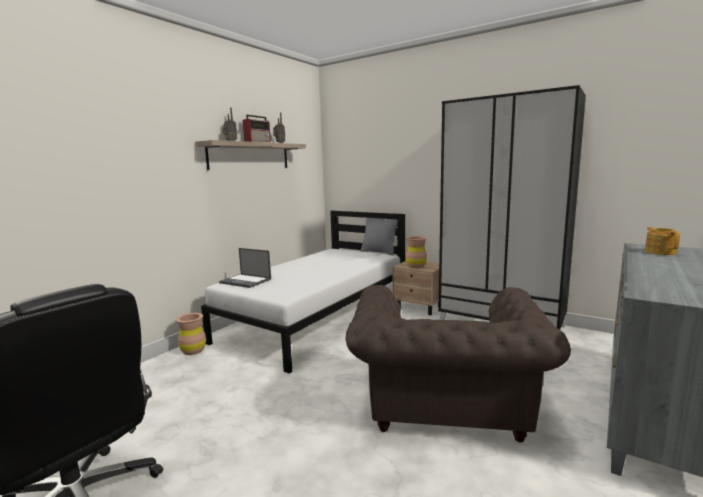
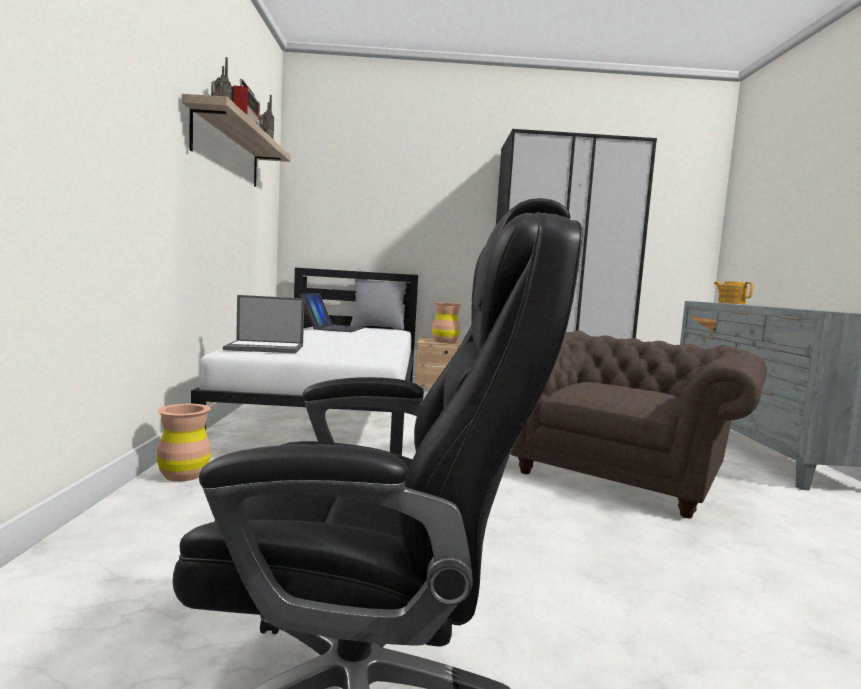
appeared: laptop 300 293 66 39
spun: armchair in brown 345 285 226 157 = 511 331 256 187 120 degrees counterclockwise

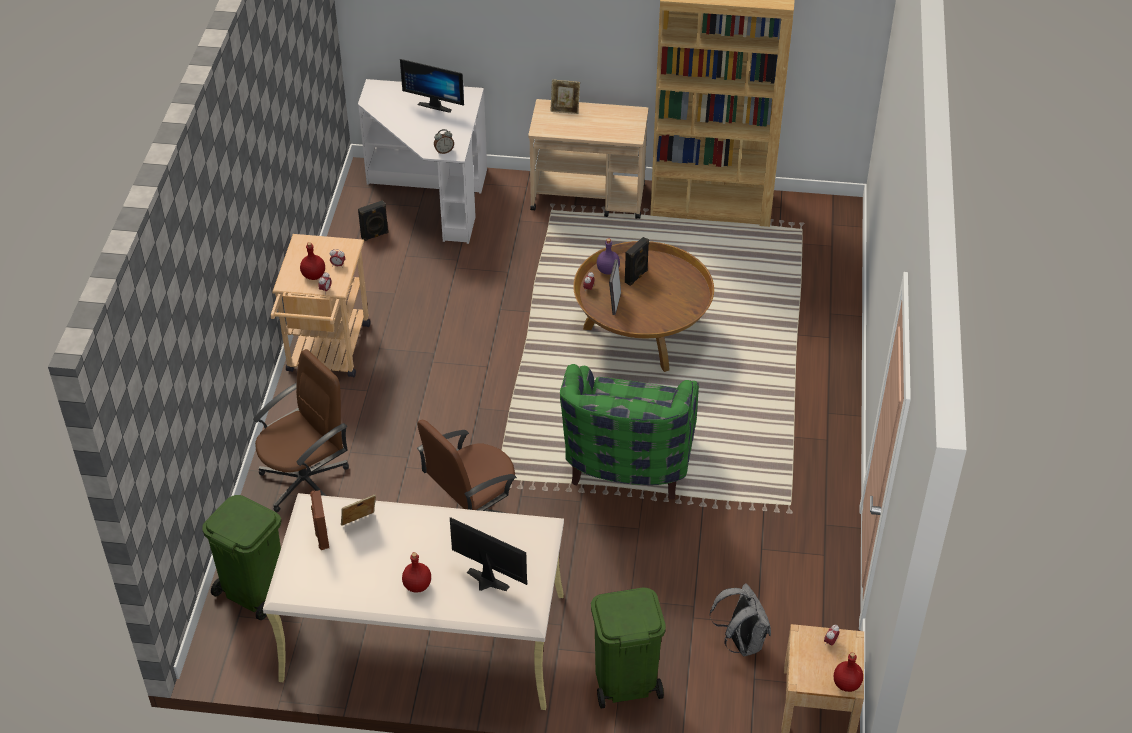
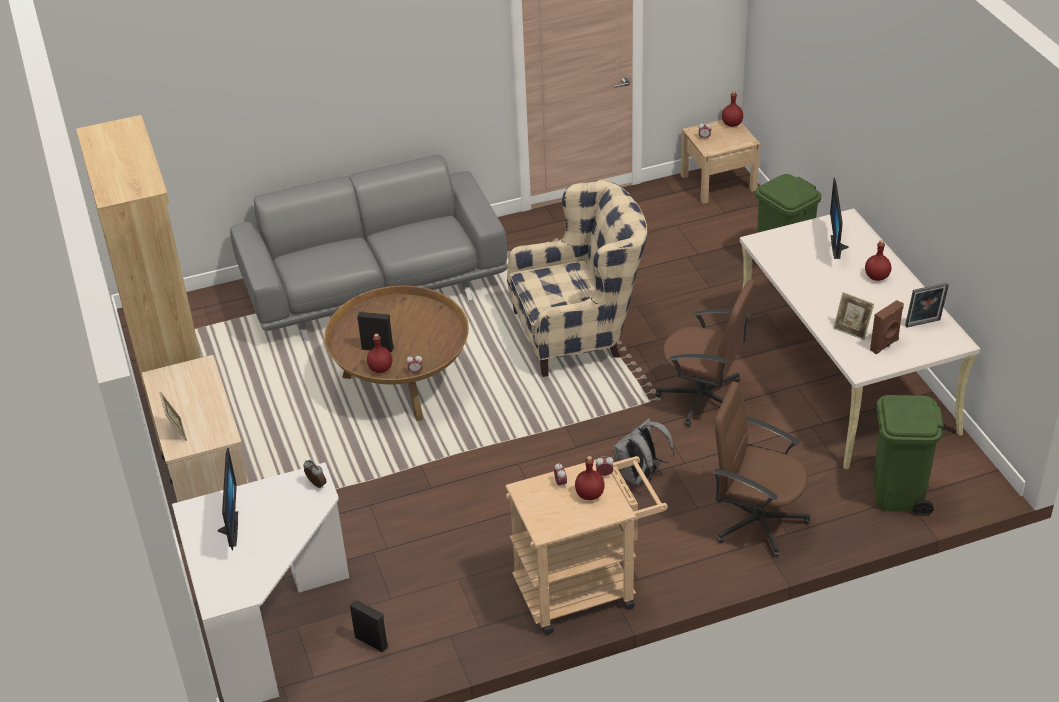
appeared: sofa in grey 230 154 278 188
relocated: picture frame 609 259 12 56 to 905 283 44 45; backpack in grey 710 583 61 73 to 613 418 62 68
colour: bottle in purple 597 239 23 36 to bottle in red 367 334 25 39; armchair in green 560 364 139 135 to armchair in beige 507 180 140 197

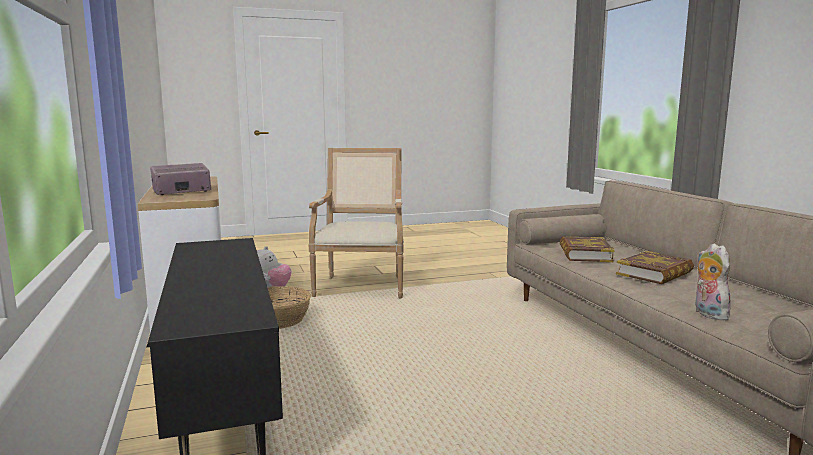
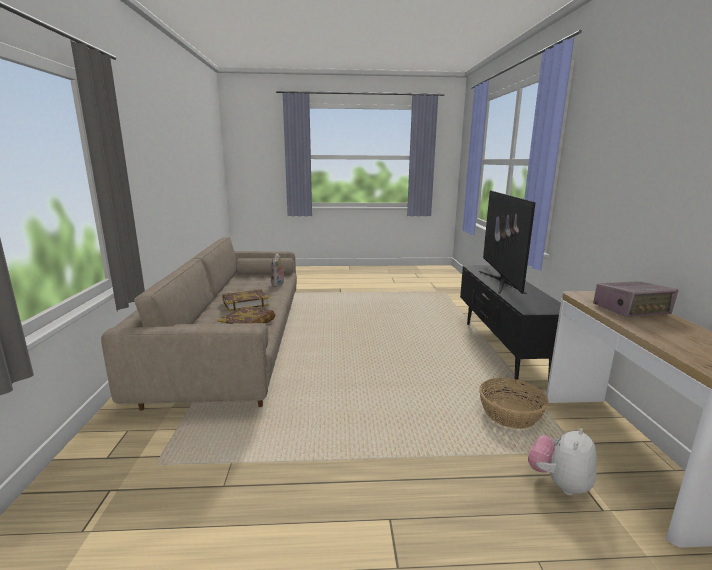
missing: armchair 309 148 95 150
appeared: television 479 190 57 104

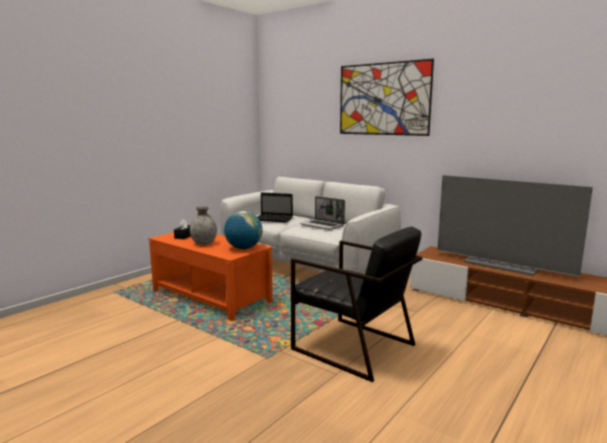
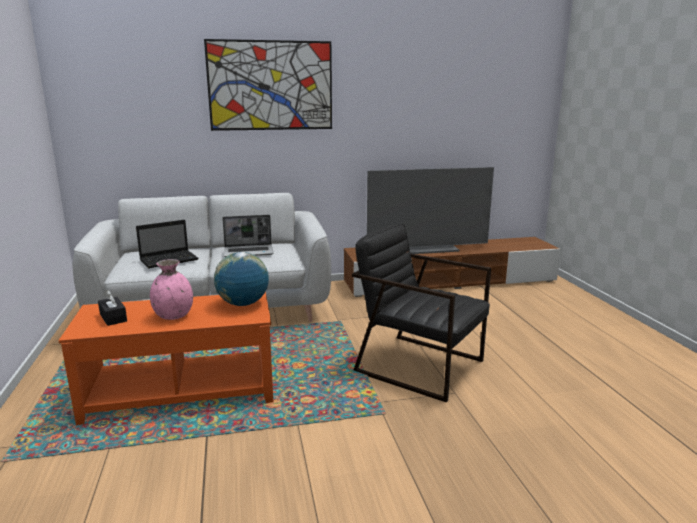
colour: vase in grey 190 206 27 39 to vase in pink 150 259 43 61
spun: armchair in black 291 226 131 156 = 352 224 139 178 135 degrees counterclockwise

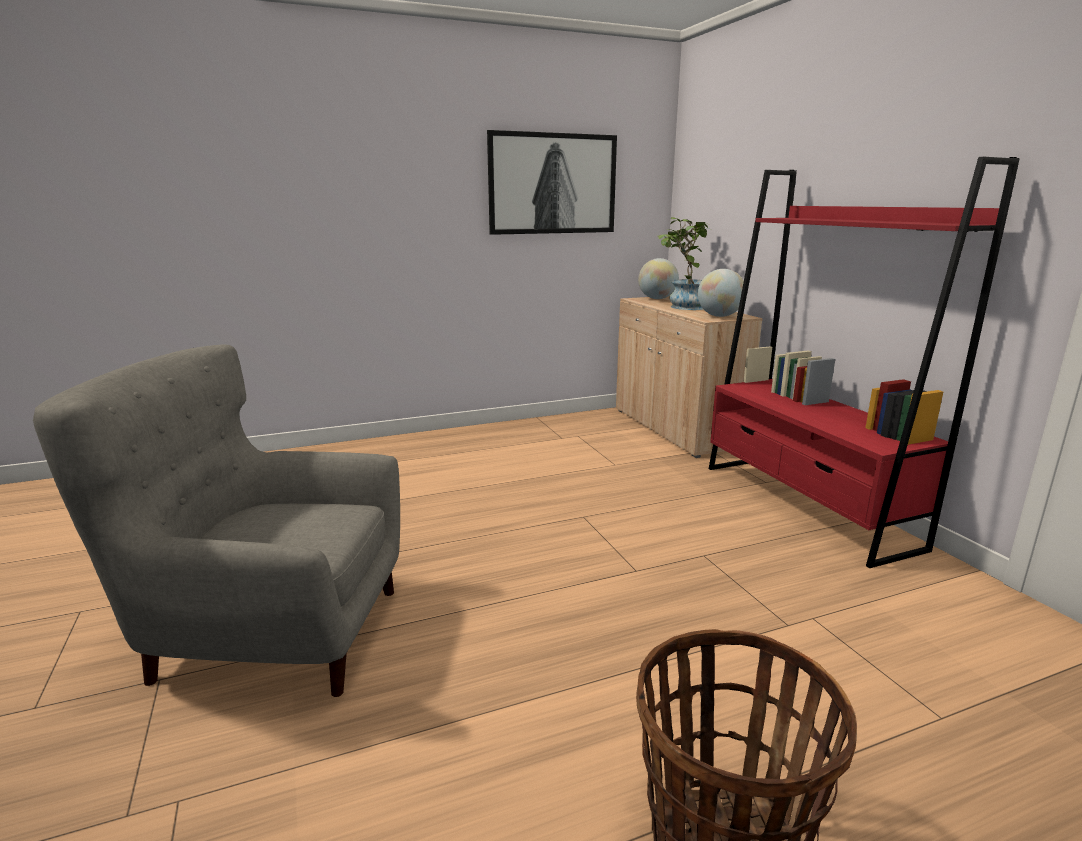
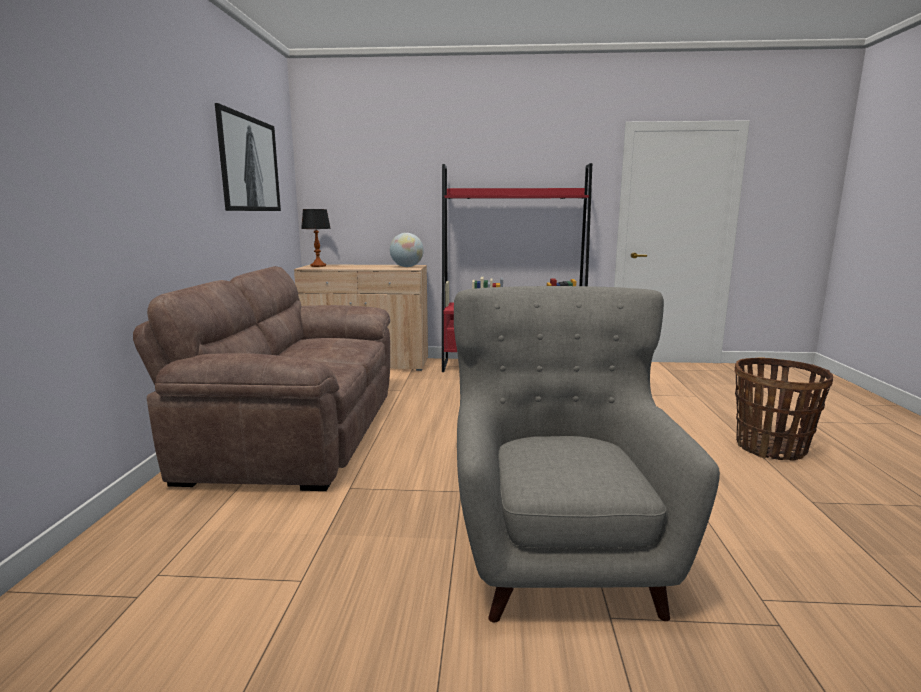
missing: potted plant 658 217 50 93
appeared: sofa in brown 133 266 257 225
exchanged: globe 638 258 41 41 to table lamp 301 209 30 58
spun: armchair in grey 33 345 367 352 = 454 286 266 336 150 degrees clockwise

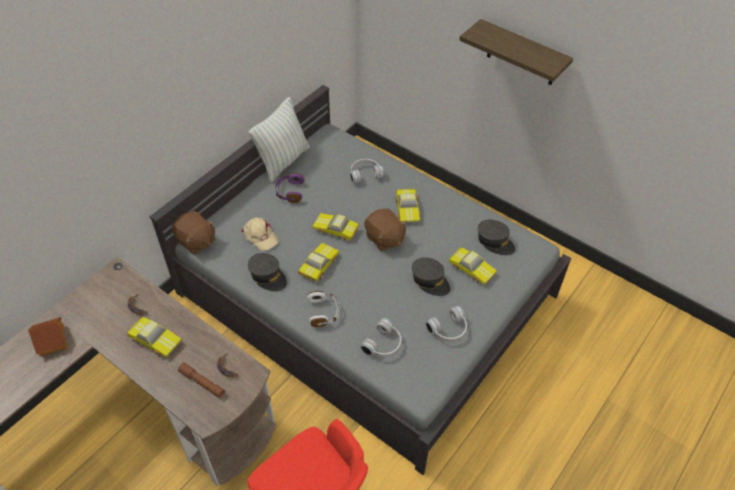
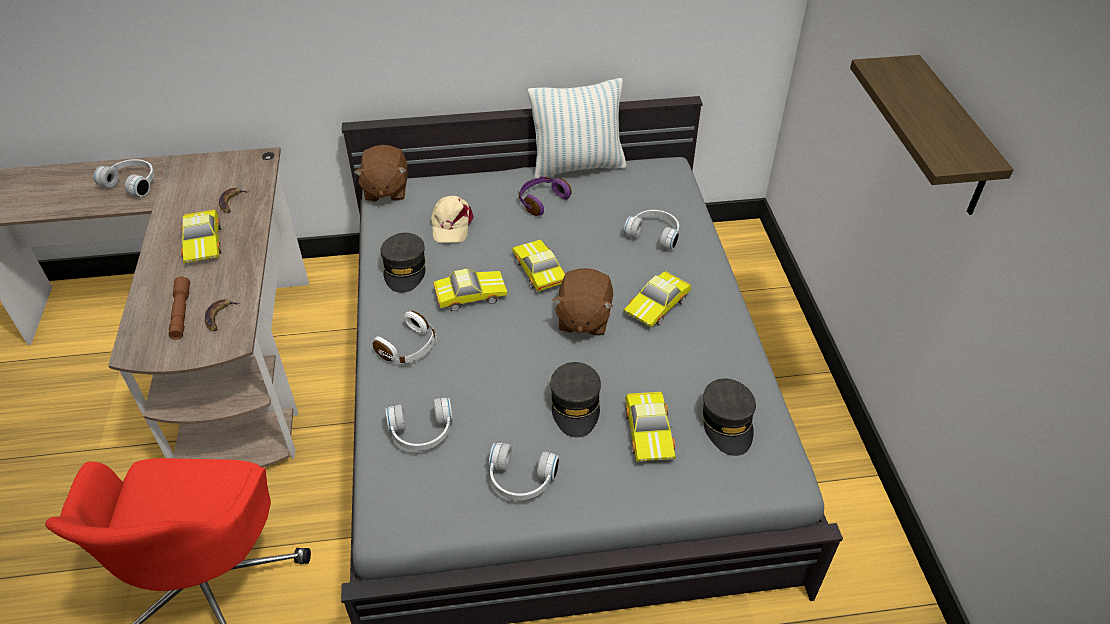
exchanged: toy house 28 317 39 39 to headphones in white 94 159 61 38

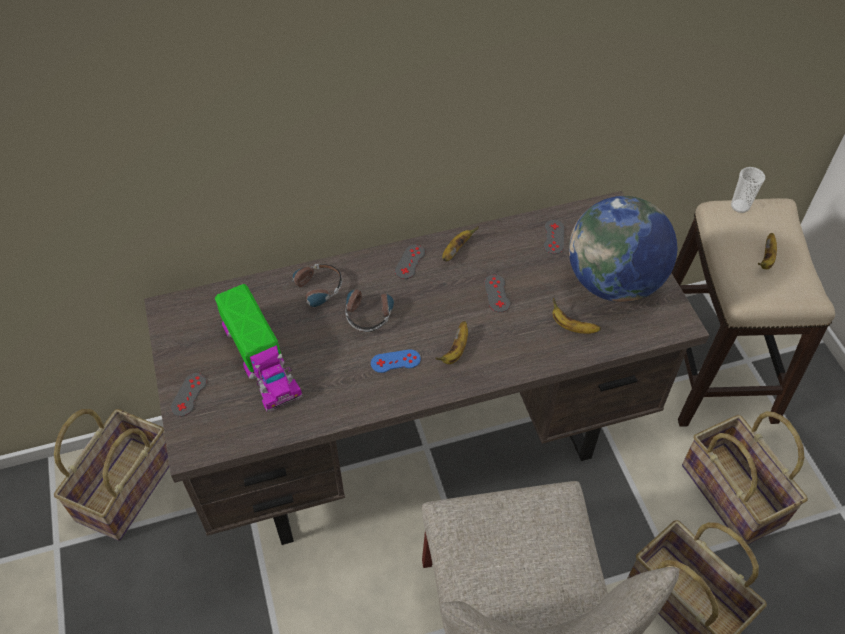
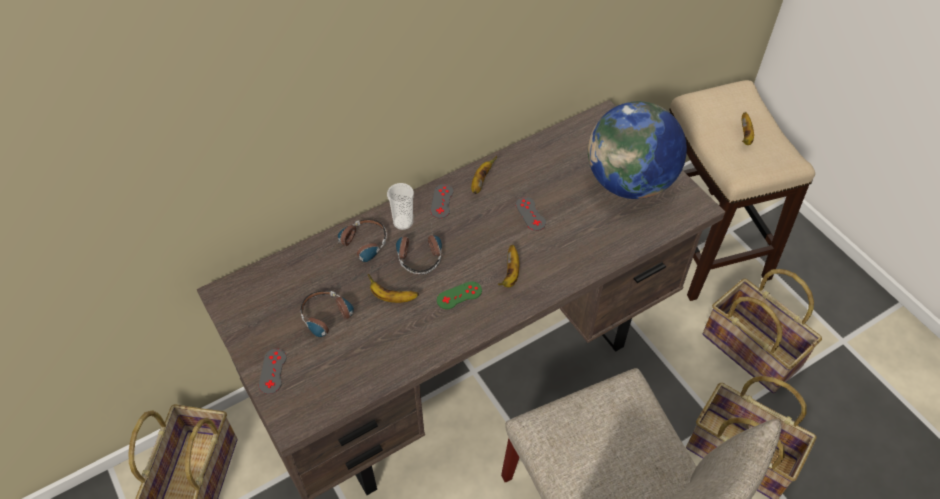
missing: game controller in grey 544 220 21 34
relocated: cup 731 167 34 46 to 387 183 27 47; banana 552 298 49 36 to 368 274 51 29
exchanged: toy truck 215 284 87 128 to headphones 301 291 53 50
colour: game controller in blue 371 349 50 24 to game controller in green 437 281 45 28

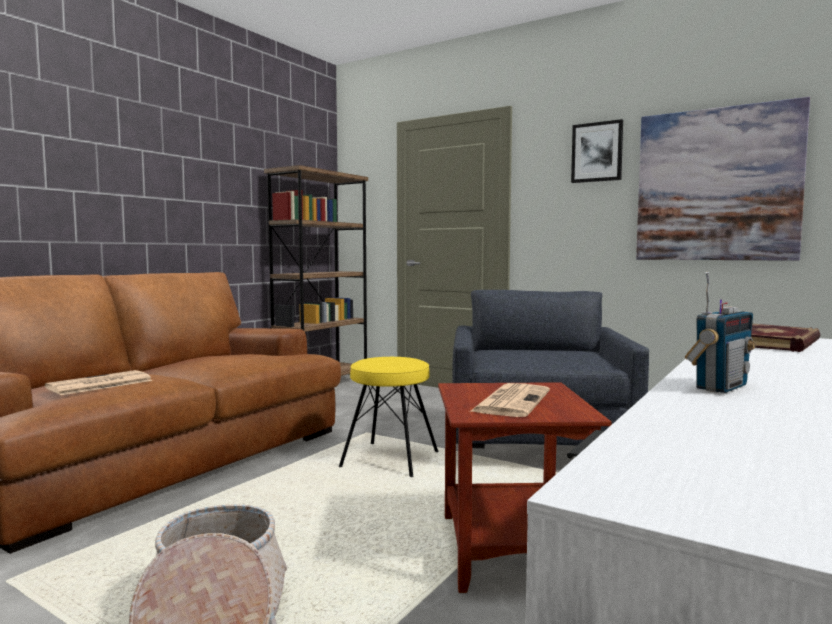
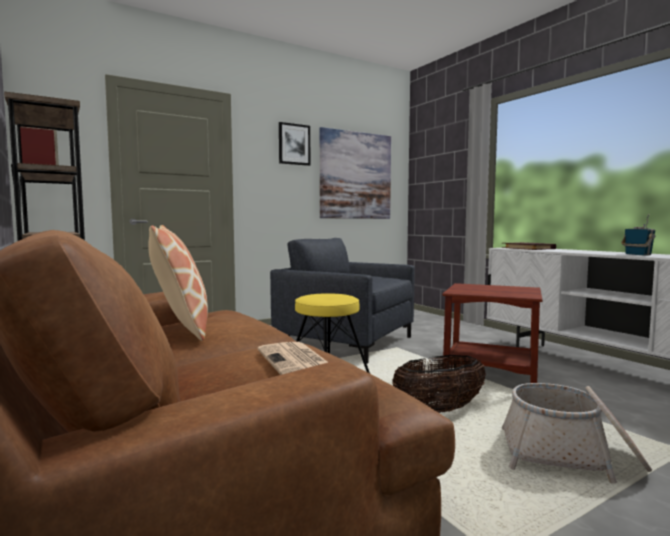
missing: newspaper 470 383 80 34
appeared: pillow 148 225 60 116; basket 392 355 94 58

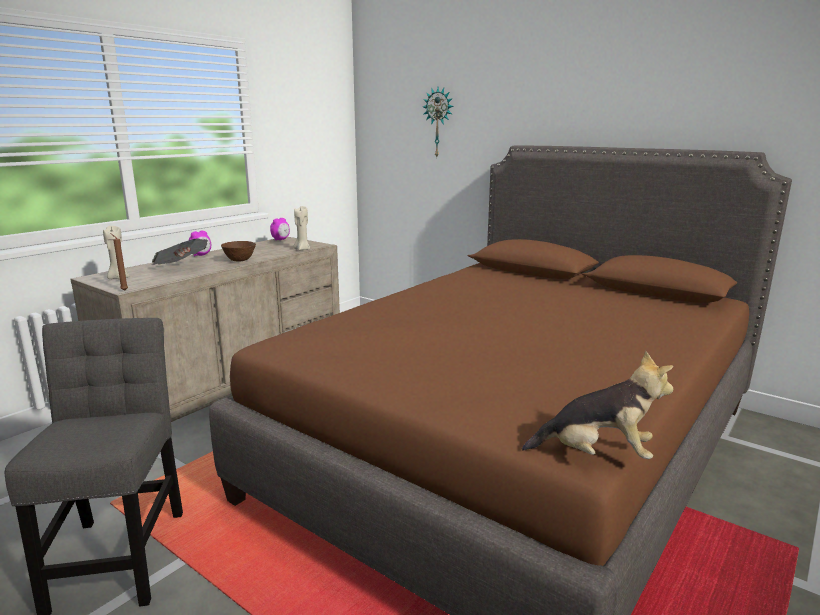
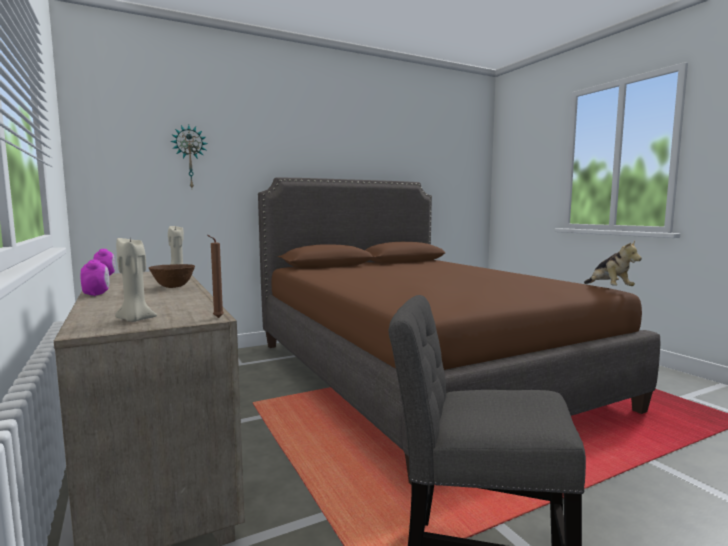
missing: newspaper 151 238 57 27
spun: plush toy 522 351 151 108 = 584 241 58 45 135 degrees clockwise

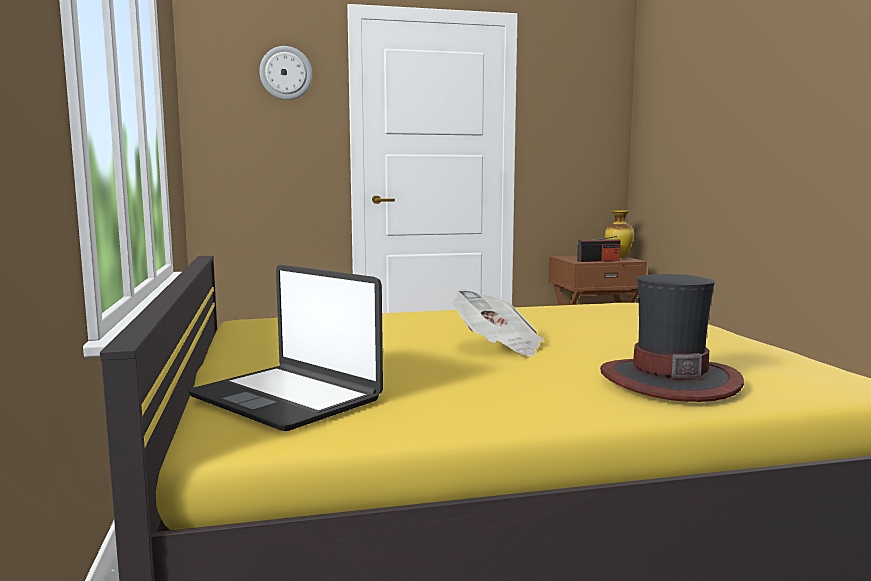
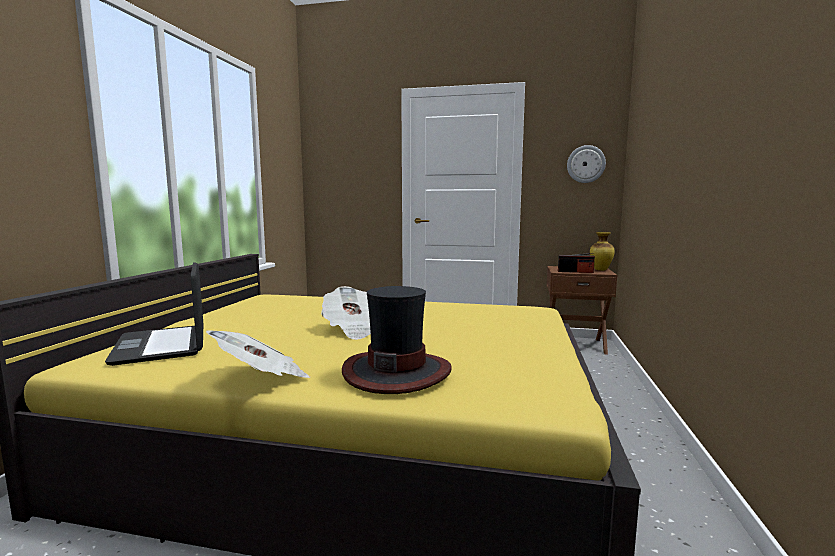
appeared: newspaper 206 330 104 48
relocated: wall clock 259 46 54 54 to 567 145 39 38

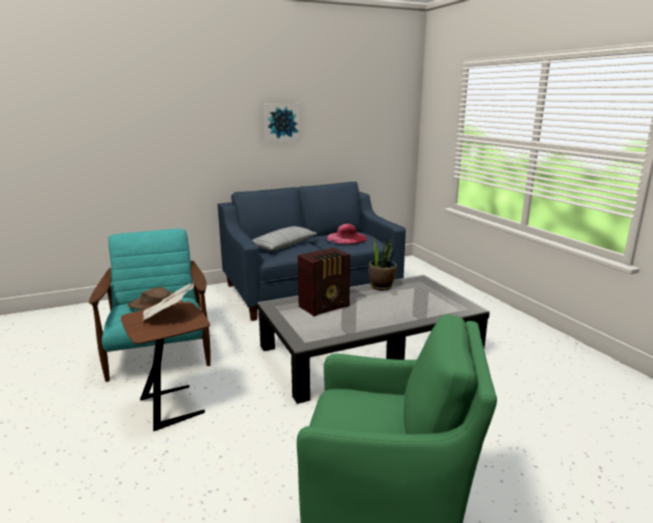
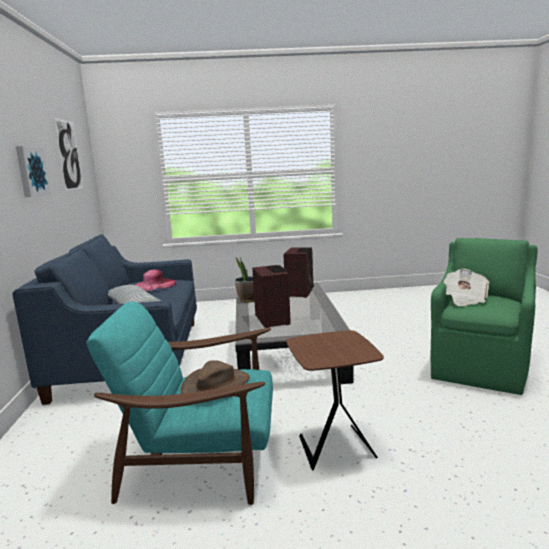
appeared: picture 54 118 29 73; radio 283 247 31 51
relocated: newspaper 142 284 52 37 to 444 269 45 37

